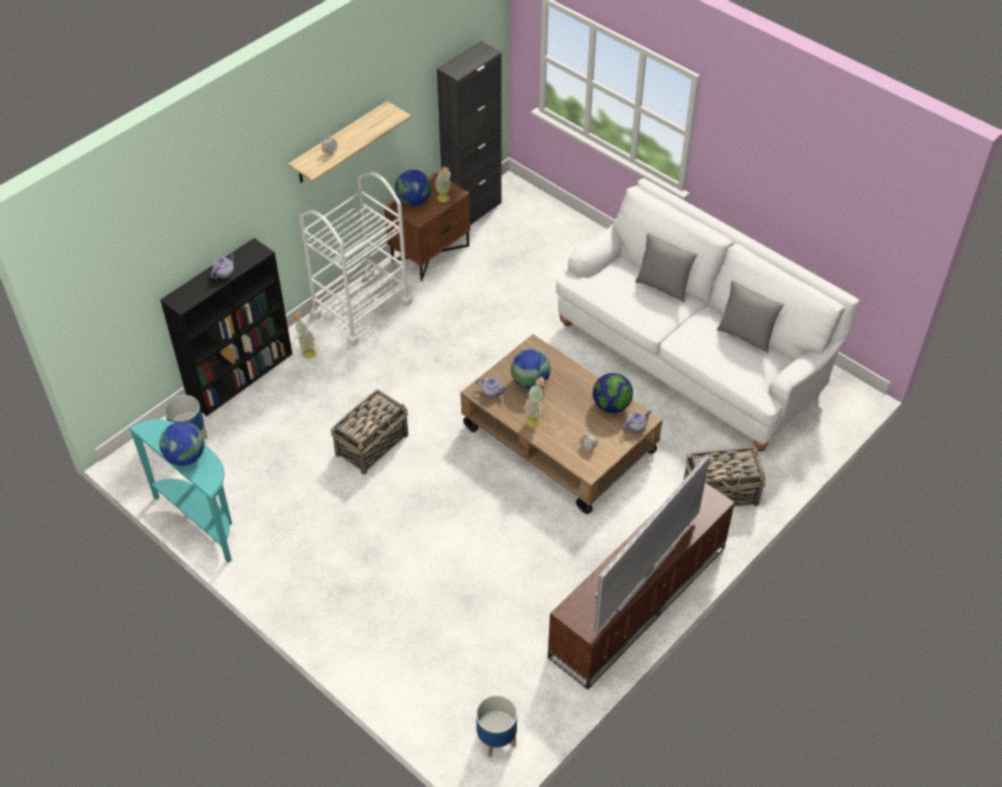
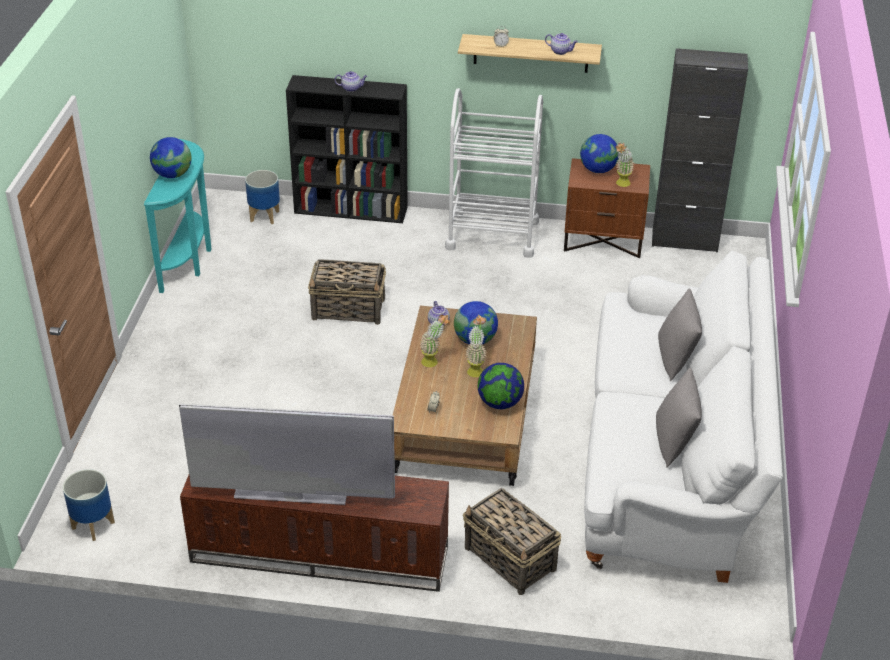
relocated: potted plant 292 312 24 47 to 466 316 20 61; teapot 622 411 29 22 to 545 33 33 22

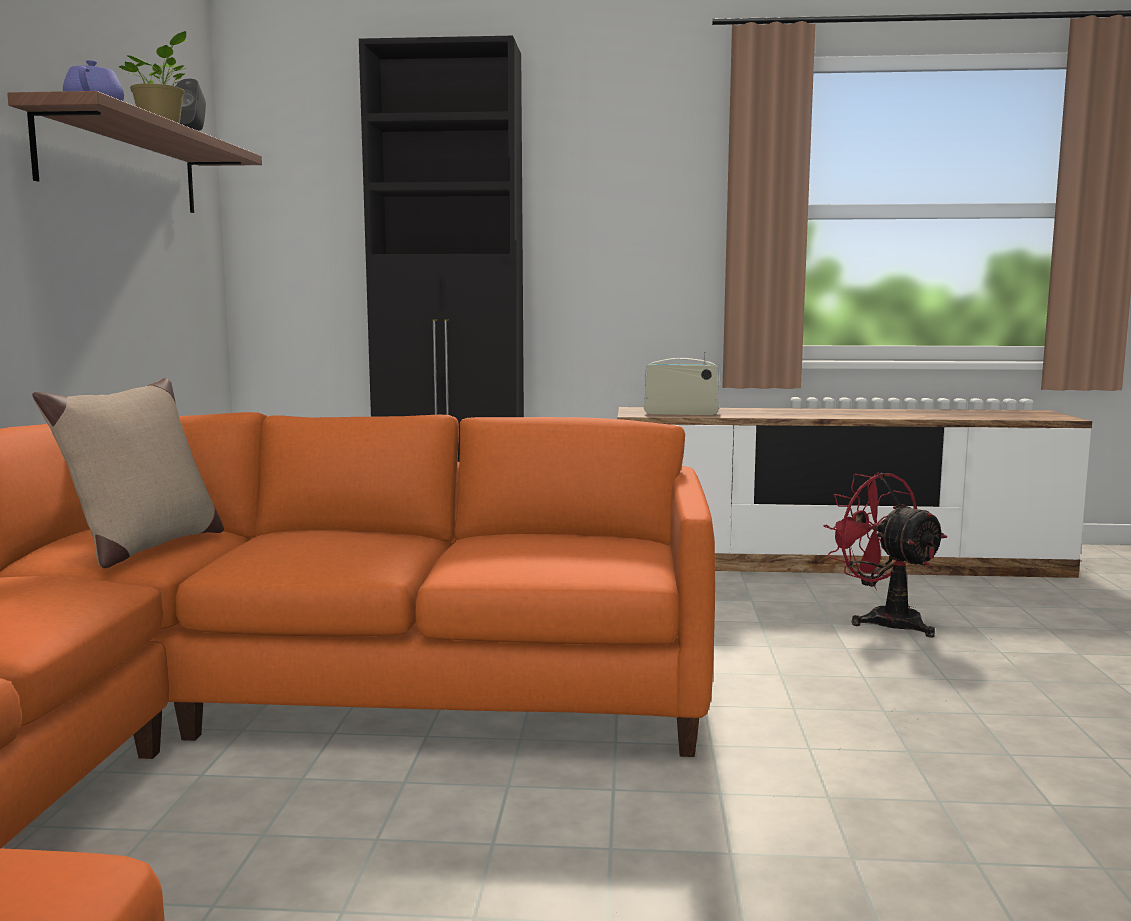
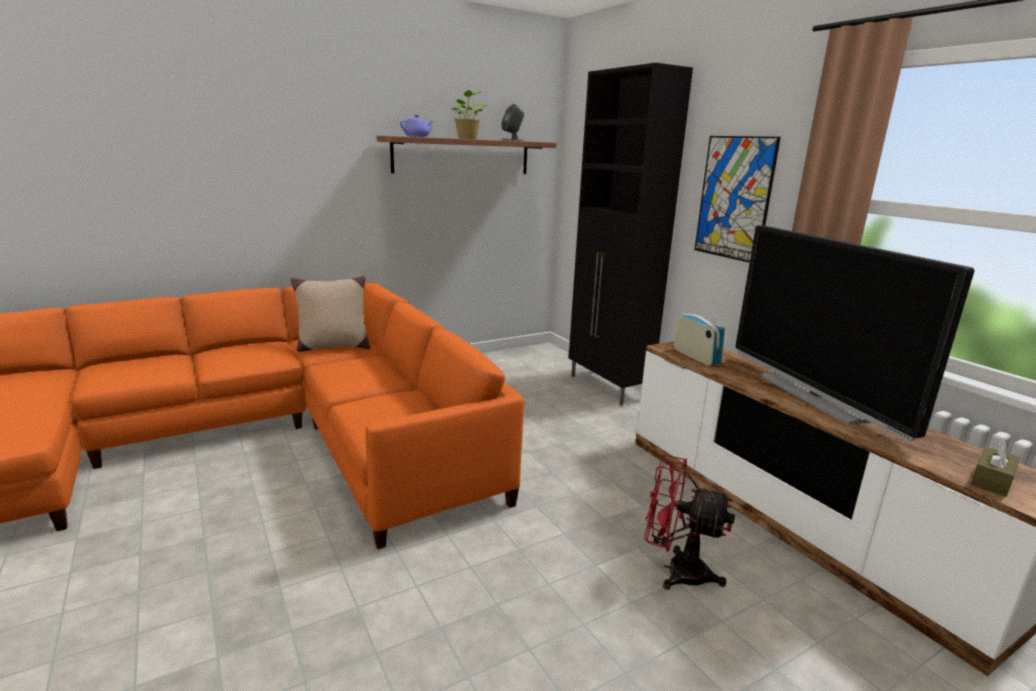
appeared: picture 694 136 87 127; television 735 225 239 216; tissue box in brown 970 439 50 58
spun: fan in red 824 473 123 164 = 644 455 91 135 90 degrees counterclockwise

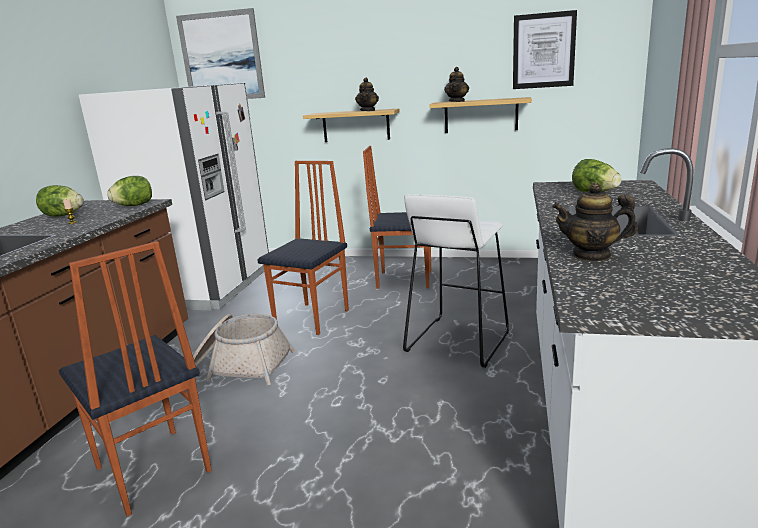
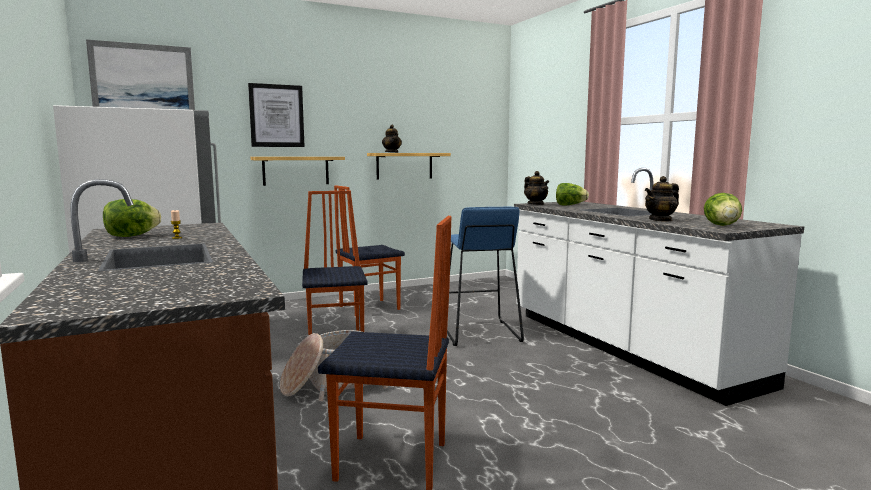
relocated: picture 513 10 64 79 to 248 83 57 64; teapot 355 78 24 33 to 524 171 25 34; lettuce 107 176 45 30 to 704 193 38 33
colour: stool in white 403 194 106 174 to stool in blue 447 207 77 139

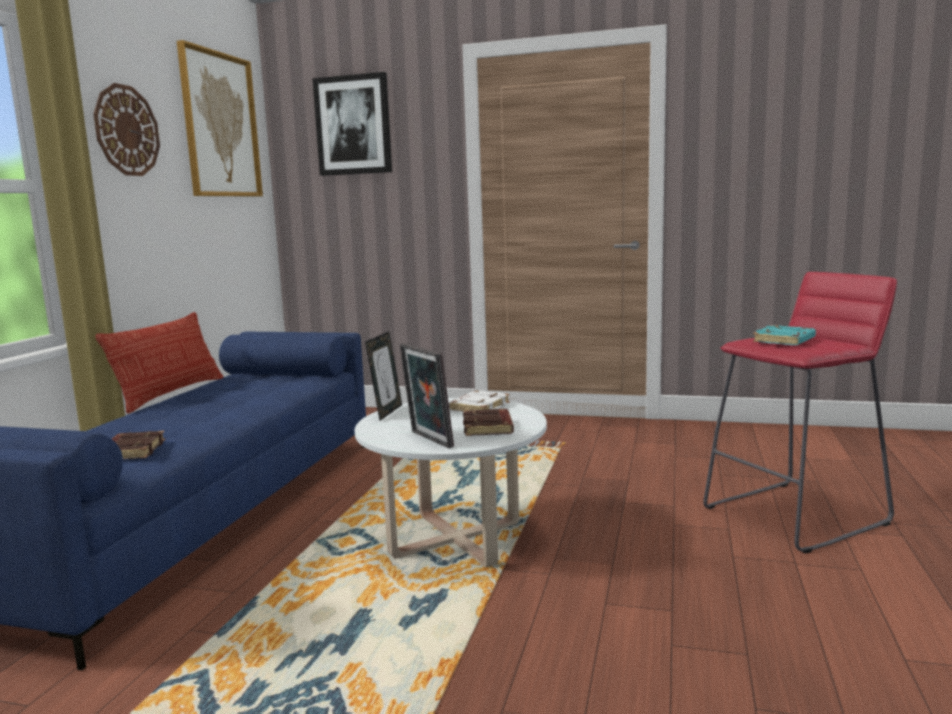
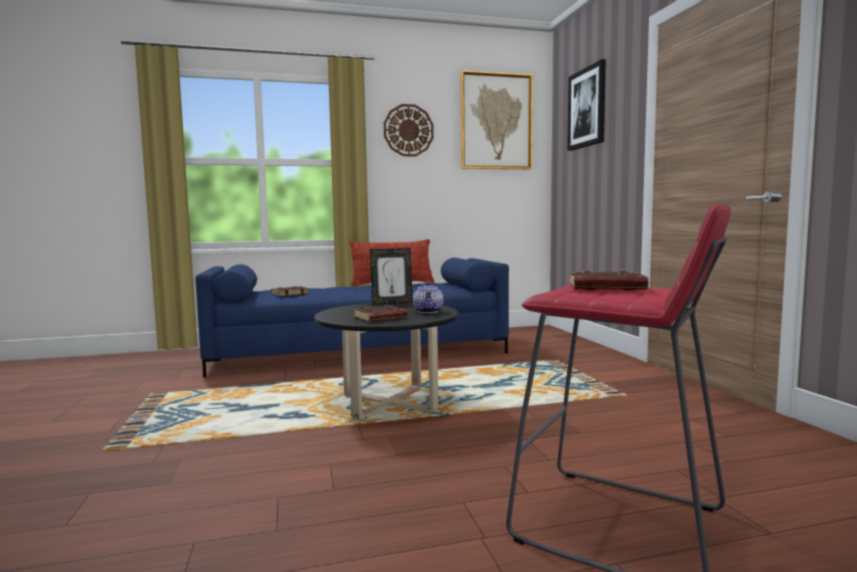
missing: picture frame 399 343 55 105
exchanged: book in white 448 390 62 22 to teapot 413 281 30 32
colour: book in turquoise 753 325 63 21 to book in brown 570 270 78 21; coffee table in white 355 398 192 170 to coffee table in black 315 303 143 118

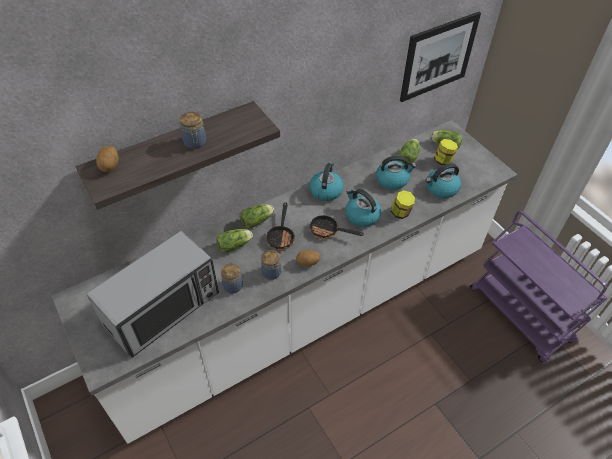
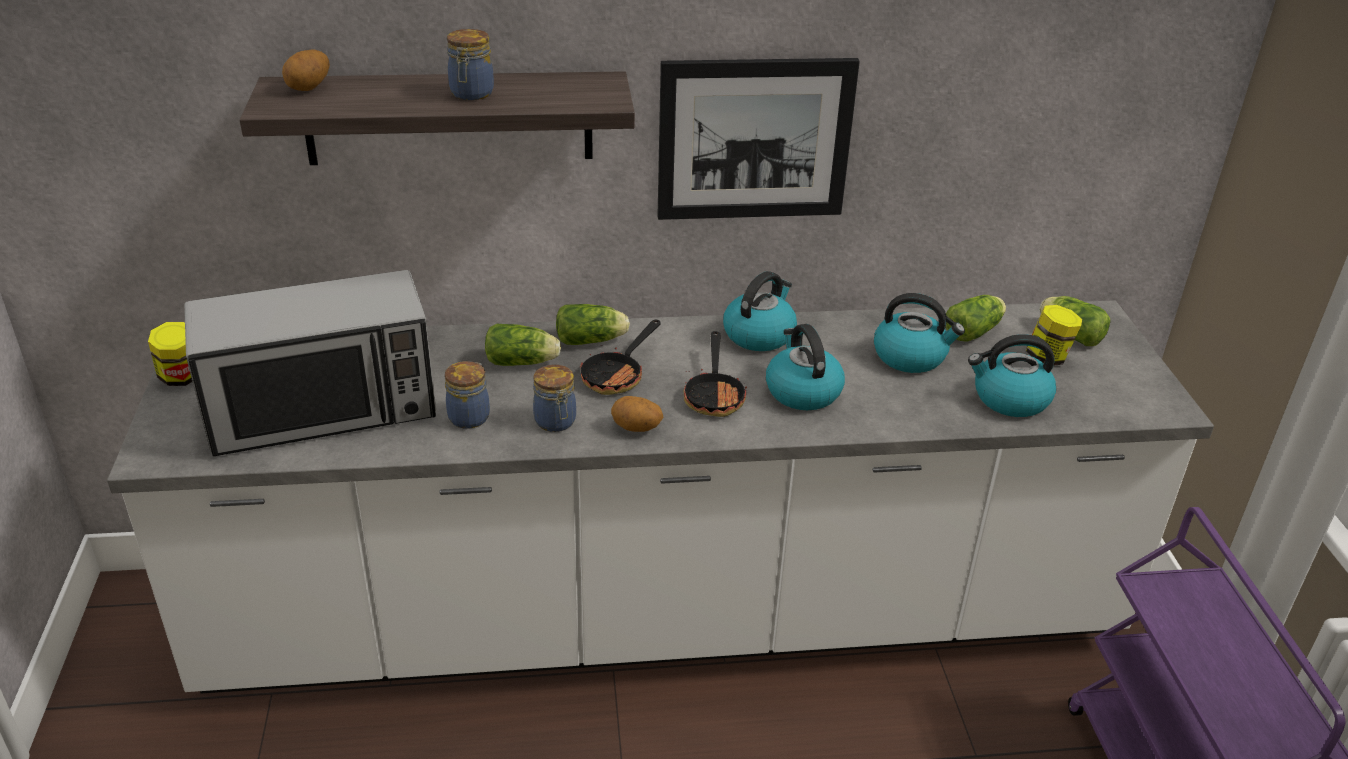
relocated: picture 400 12 81 90 to 658 58 202 162; jar 391 190 24 29 to 148 322 44 64
spun: frying pan 309 215 55 25 = 684 331 63 86 135 degrees counterclockwise

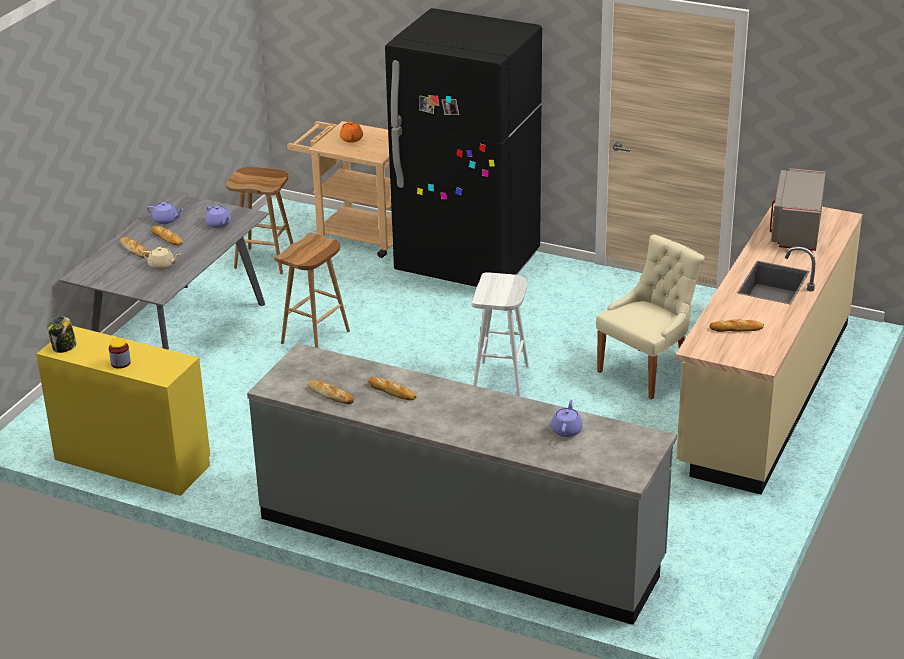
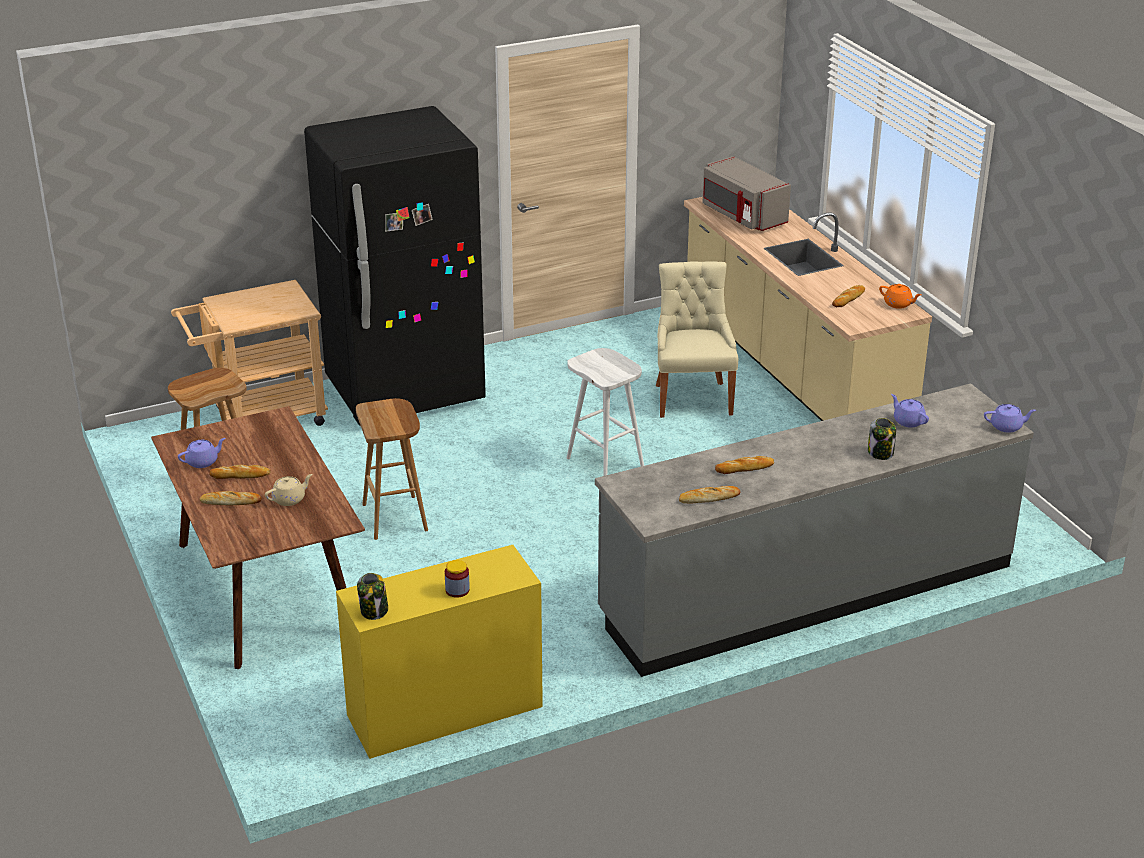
appeared: jar 868 418 28 42
relocated: teapot in orange 340 121 23 22 to 879 284 43 25; teapot in purple 206 206 25 22 to 984 404 52 29
colour: dining table in grey 60 192 209 158 to dining table in brown 151 406 214 263

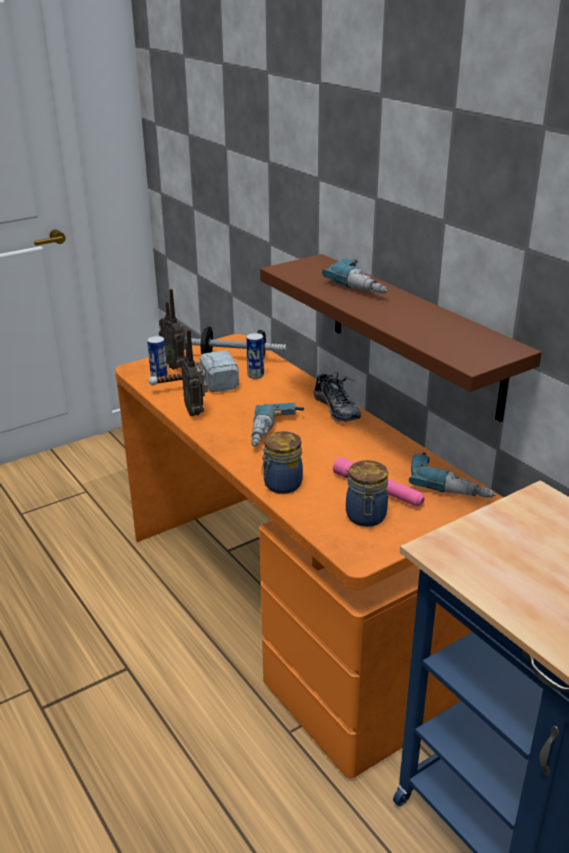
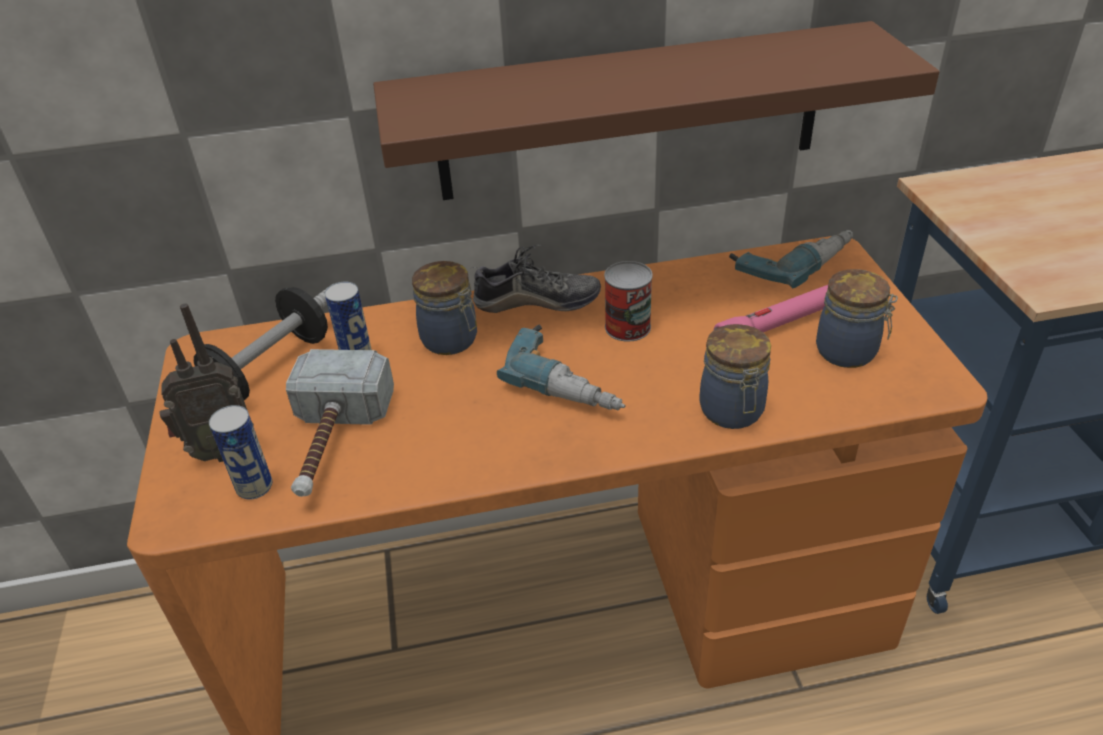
missing: power drill 322 258 66 36; radio 181 329 27 87
appeared: jar 412 261 65 94; can 604 261 49 80

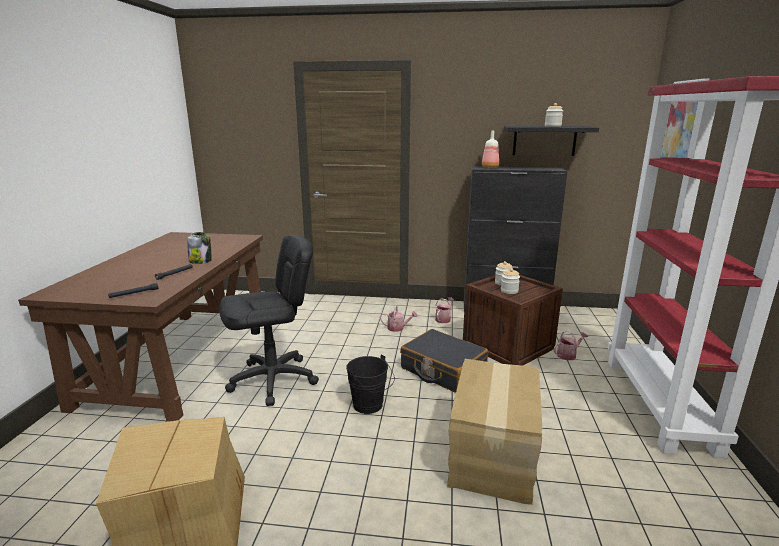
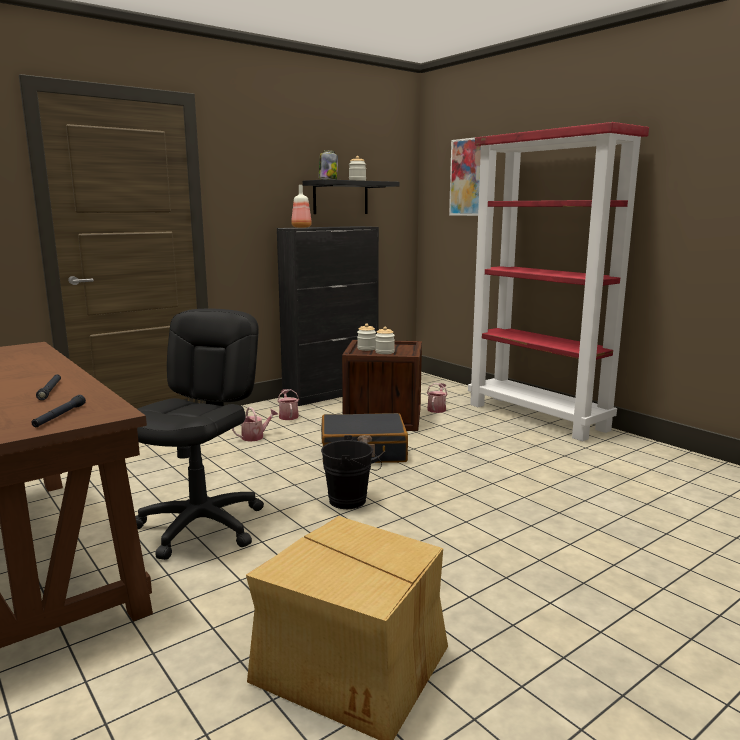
missing: cardboard box 447 359 95 146
relocated: jar 187 232 25 32 to 319 150 19 30

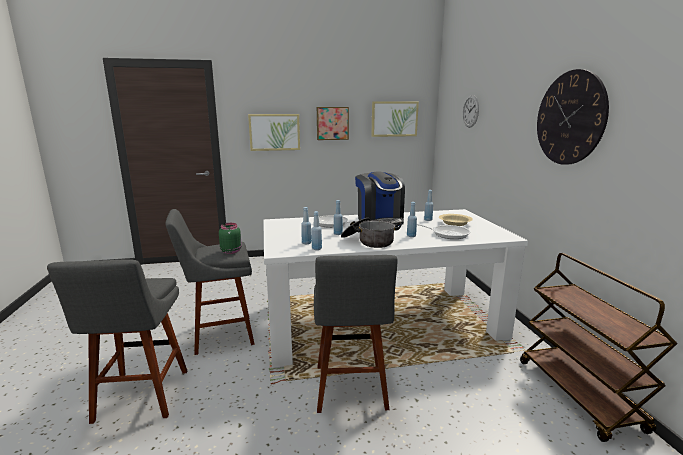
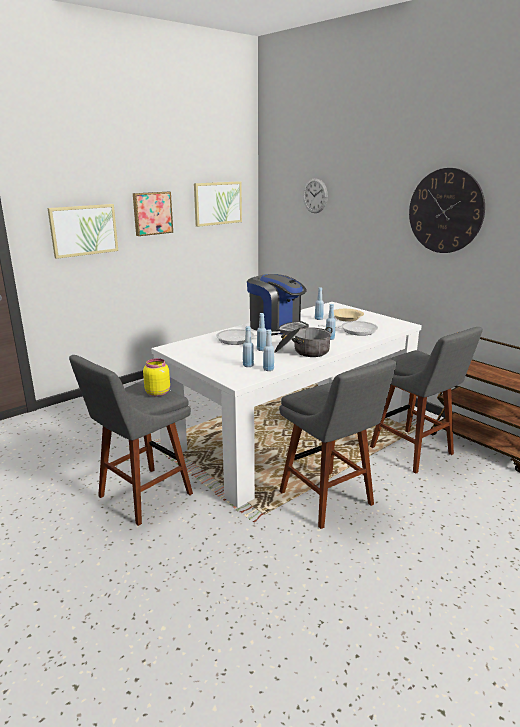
relocated: stool in grey 47 259 140 165 to 370 327 113 146
colour: jar in green 219 223 23 31 to jar in yellow 143 358 27 39

